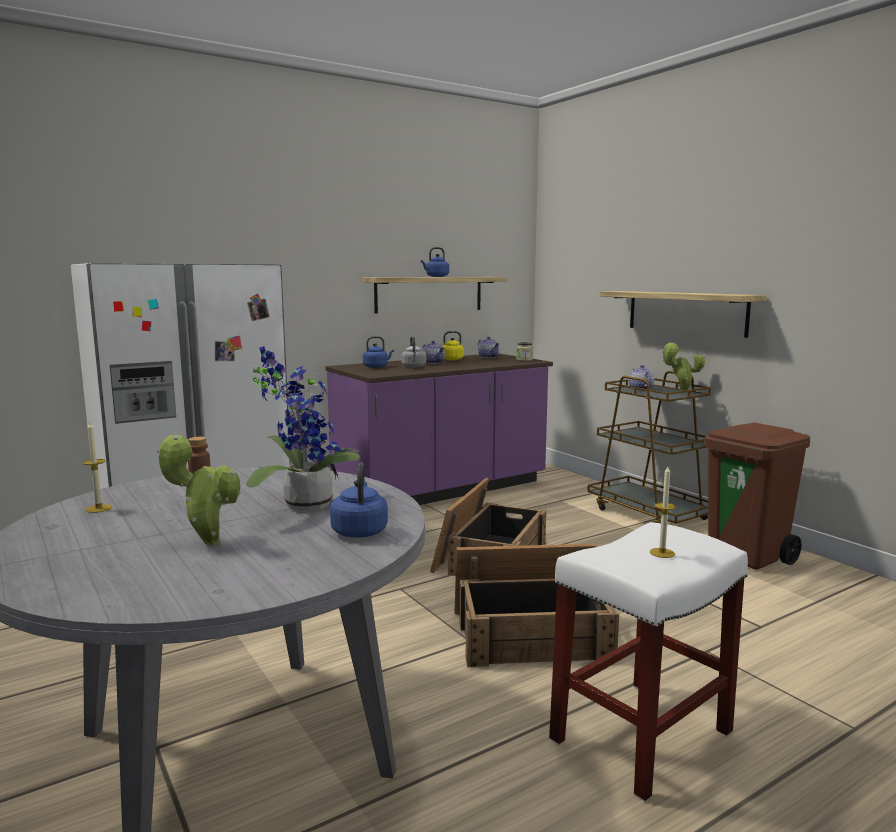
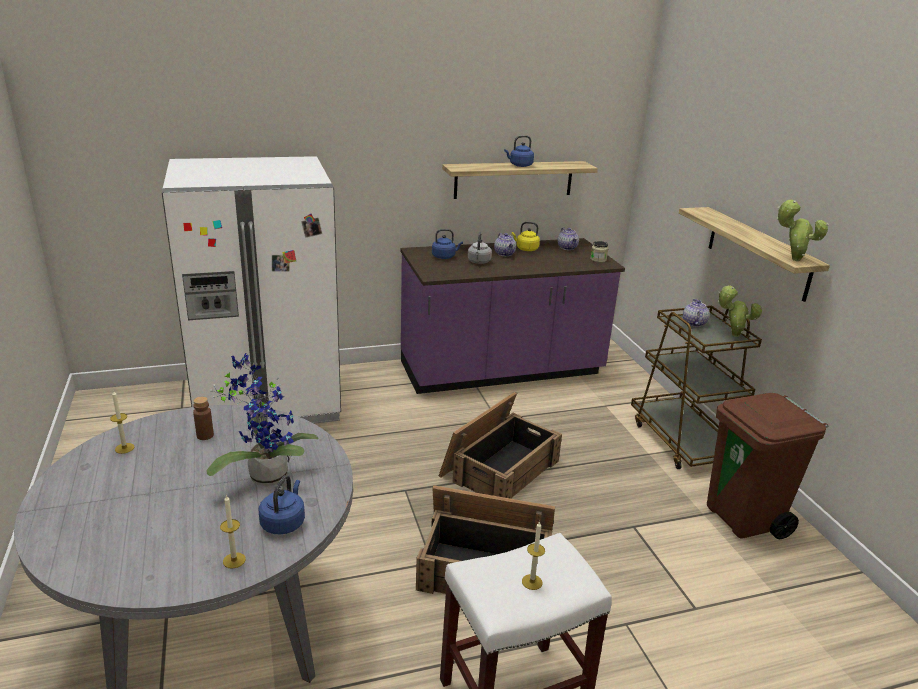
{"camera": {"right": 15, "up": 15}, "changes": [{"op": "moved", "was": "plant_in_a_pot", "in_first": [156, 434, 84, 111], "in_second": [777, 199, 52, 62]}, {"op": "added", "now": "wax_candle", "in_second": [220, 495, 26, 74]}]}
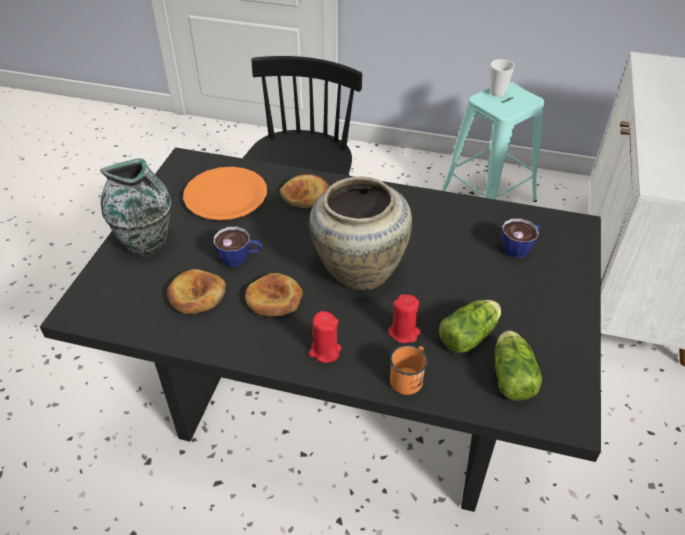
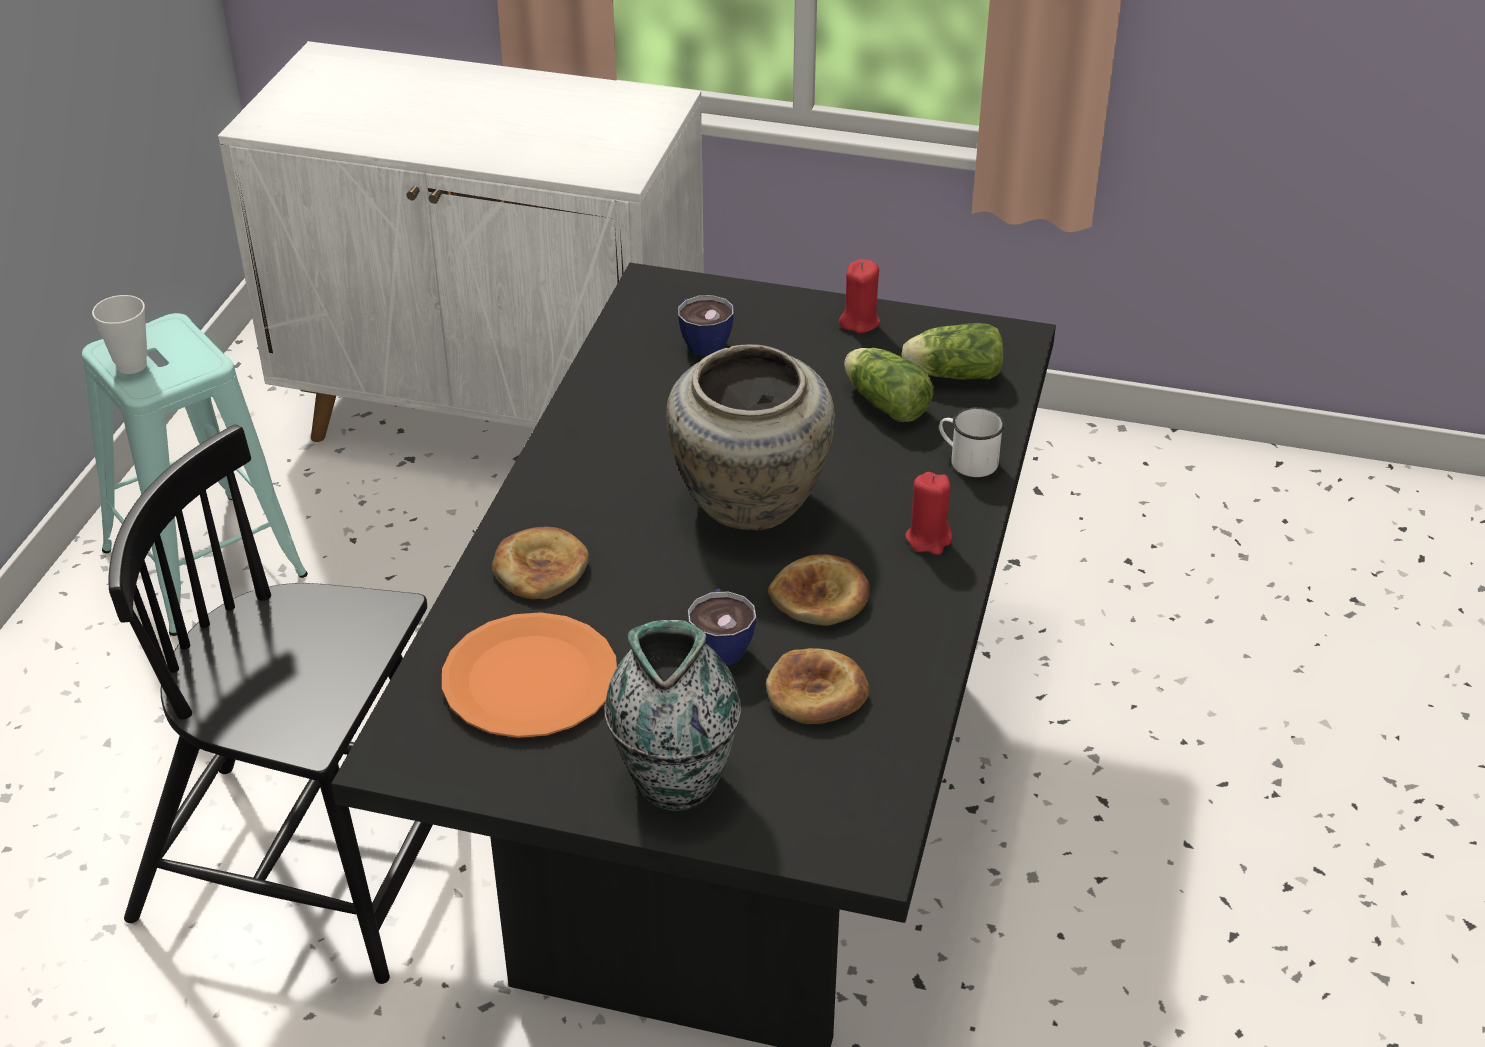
{"camera": {"right": -90, "up": -5}, "changes": [{"op": "moved", "was": "red_wax_candle", "in_first": [388, 294, 33, 49], "in_second": [839, 259, 41, 74]}, {"op": "recoloured", "was": "orange-coloured_tea_mug", "now": "white-coloured_tea_mug", "in_first": [390, 345, 37, 50], "in_second": [939, 407, 66, 70]}]}
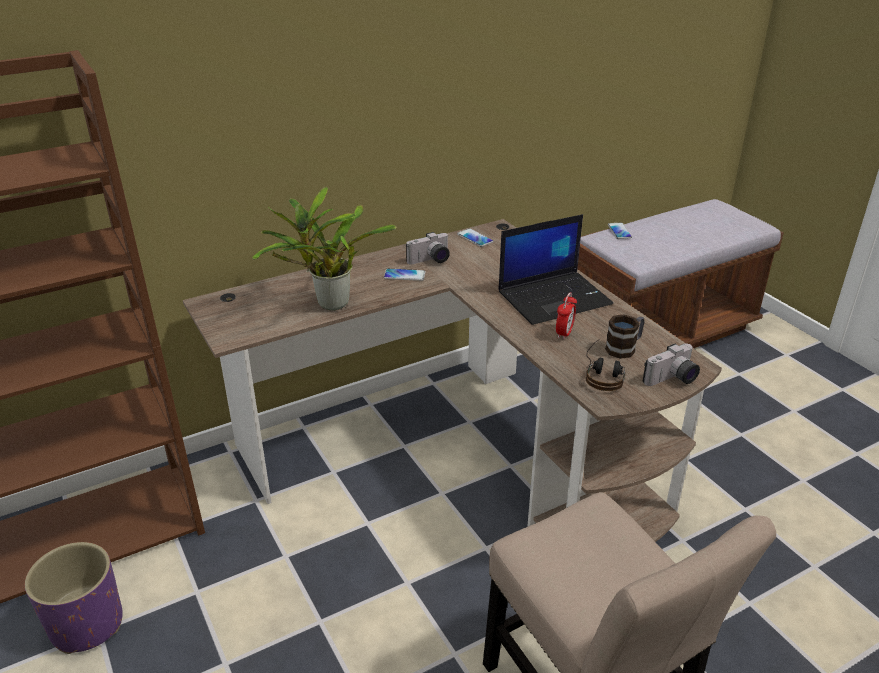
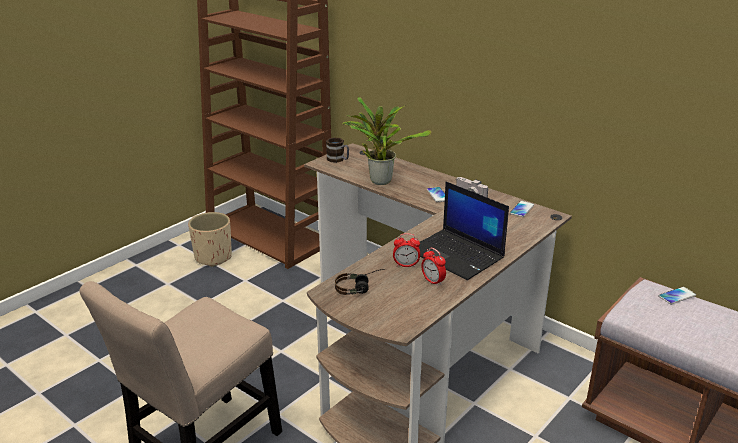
{"camera": {"right": 70, "up": -5}, "changes": [{"op": "moved", "was": "tea_mug", "in_first": [605, 314, 40, 45], "in_second": [326, 138, 23, 25]}, {"op": "removed", "was": "still_camera", "in_first": [643, 344, 57, 42]}, {"op": "recoloured", "was": "purple_flower_pot", "now": "beige-coloured_flower_pot", "in_first": [25, 542, 98, 112], "in_second": [188, 212, 44, 55]}, {"op": "added", "now": "bedside_clock", "in_second": [421, 248, 25, 39]}]}
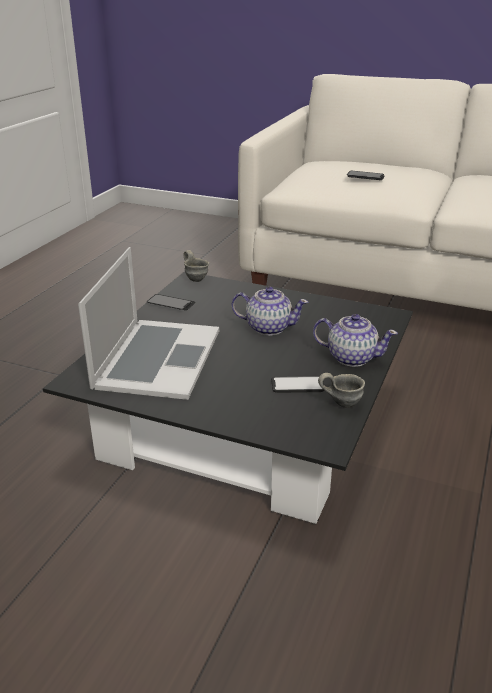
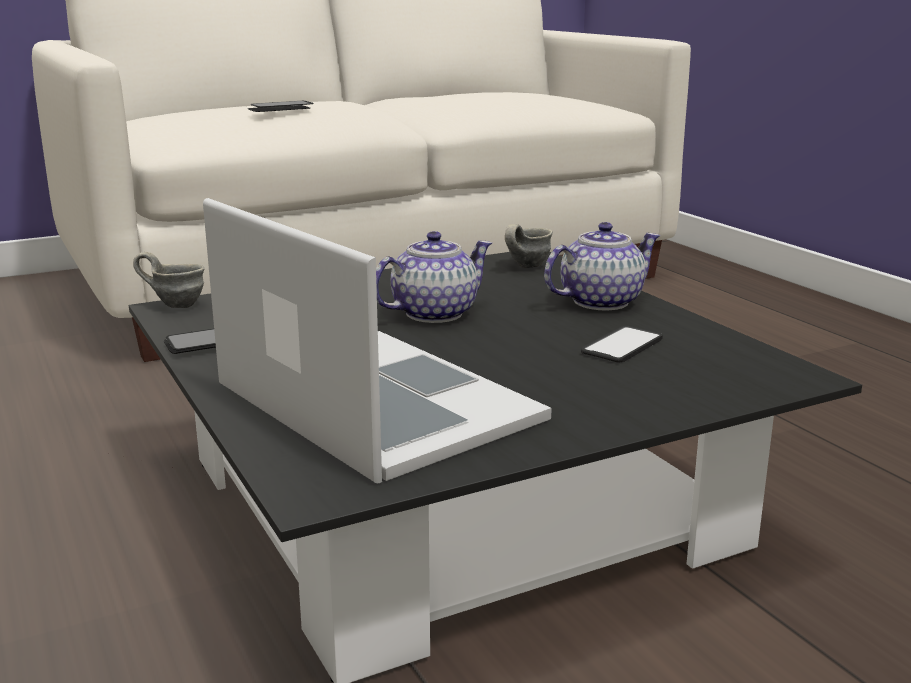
{"camera": {"right": -50, "up": -10}, "changes": [{"op": "moved", "was": "gray_tea_mug", "in_first": [318, 373, 47, 35], "in_second": [505, 224, 48, 44]}]}
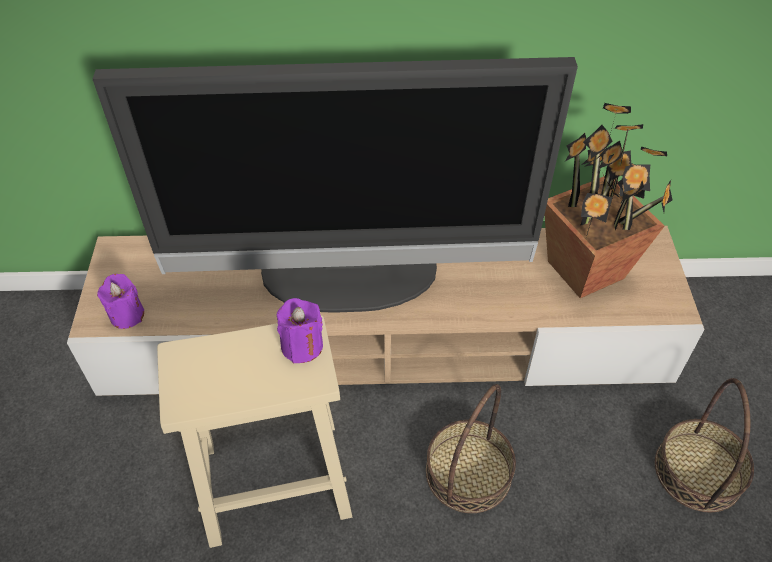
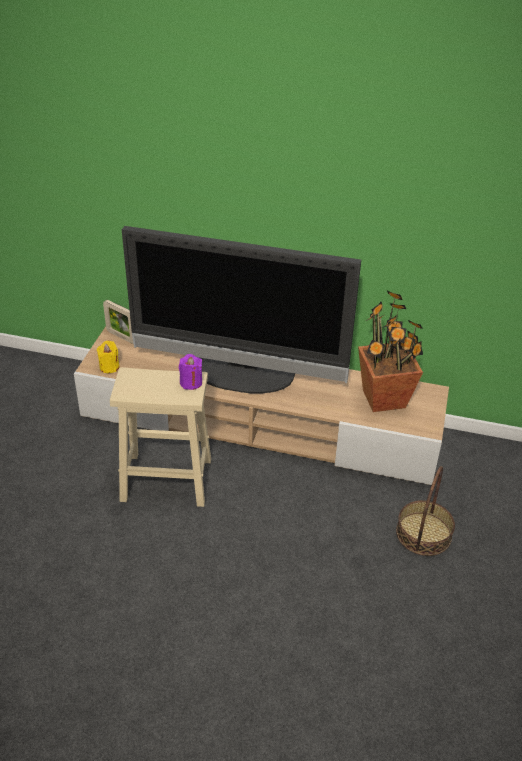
{"camera": {"right": 15, "up": -10}, "changes": [{"op": "recoloured", "was": "purple_wax_candle", "now": "yellowish_wax_candle", "in_first": [97, 274, 47, 55], "in_second": [97, 341, 23, 32]}, {"op": "removed", "was": "basket", "in_first": [426, 384, 90, 129]}, {"op": "added", "now": "standing_frame", "in_second": [103, 300, 30, 44]}]}
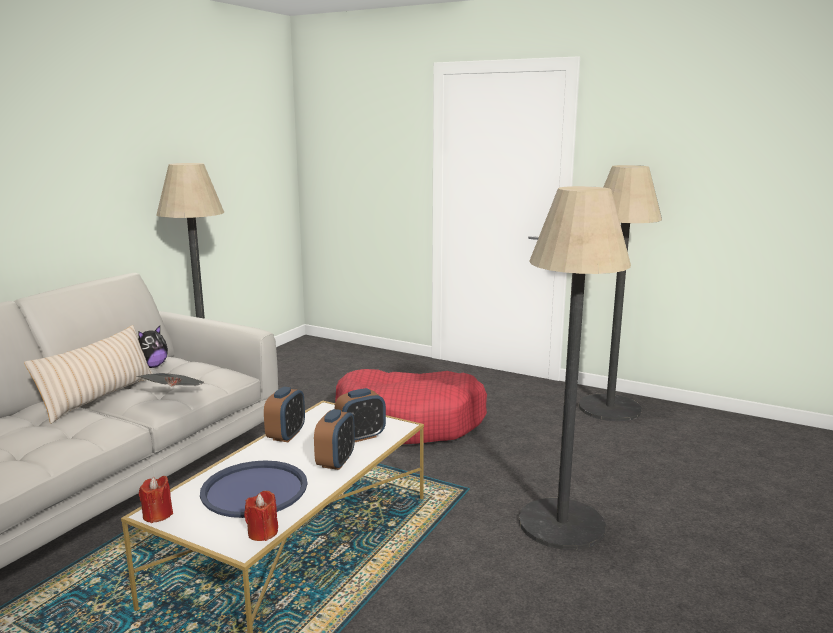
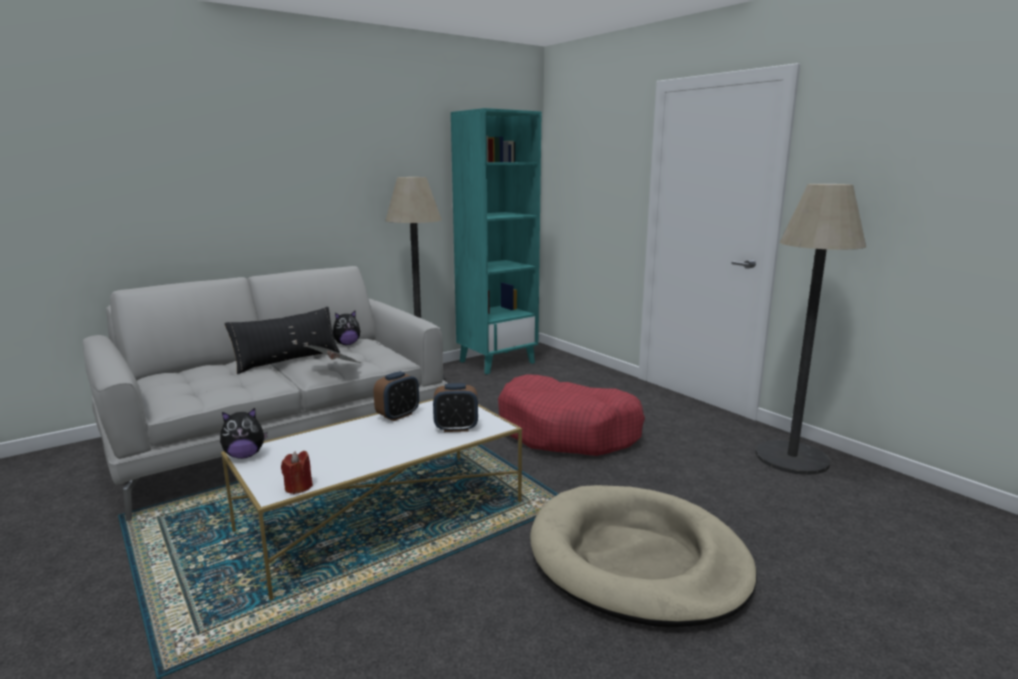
{"camera": {"right": 25, "up": 0}, "changes": [{"op": "replaced", "was": "standard_lamp", "now": "beige-coloured_dog_bed", "in_first": [519, 186, 112, 364], "in_second": [530, 485, 227, 142]}, {"op": "recoloured", "was": "beige-coloured_pillow", "now": "black_pillow", "in_first": [24, 325, 129, 99], "in_second": [225, 307, 115, 67]}, {"op": "removed", "was": "bedside_clock", "in_first": [314, 409, 41, 61]}, {"op": "removed", "was": "bluish_tray", "in_first": [200, 461, 108, 57]}, {"op": "replaced", "was": "red_wax_candle", "now": "soft_toy", "in_first": [139, 476, 34, 47], "in_second": [220, 408, 48, 51]}, {"op": "added", "now": "blue-green_bookshelf", "in_second": [451, 108, 91, 266]}]}
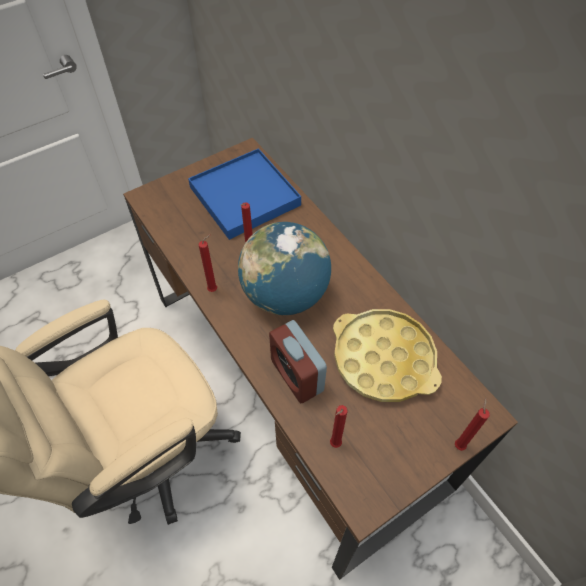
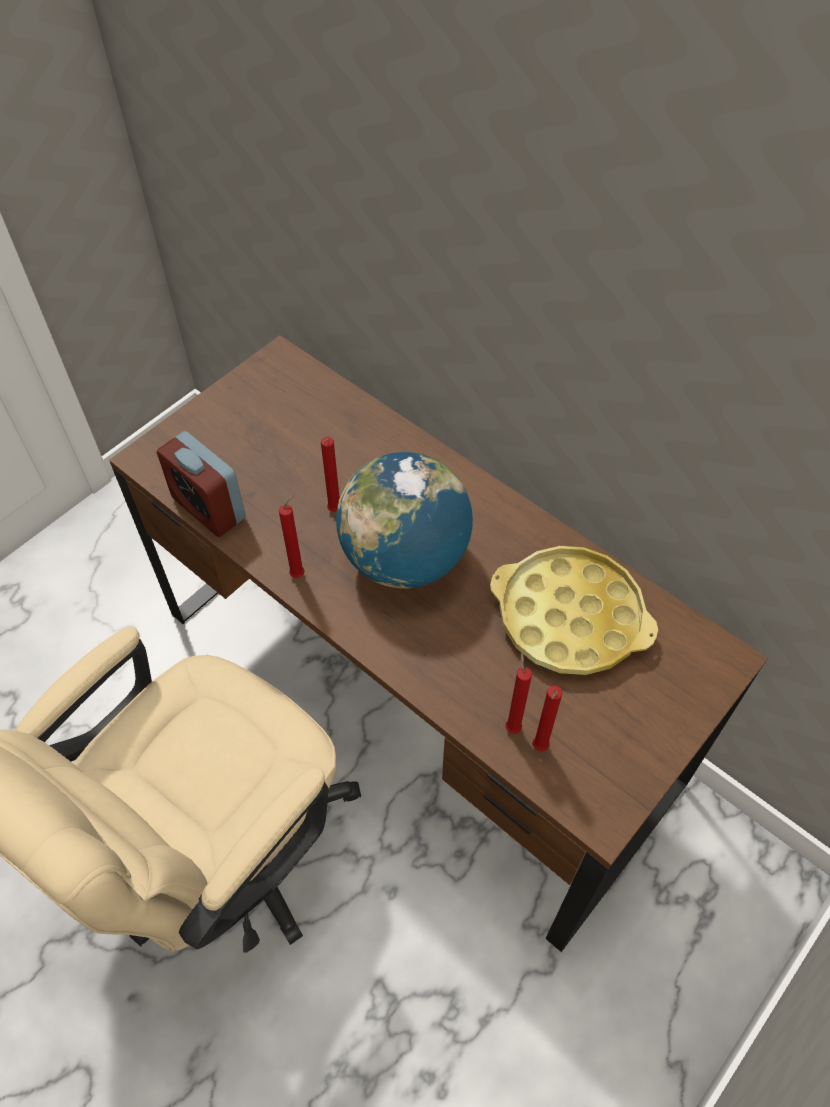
{"camera": {"right": -15, "up": 0}, "changes": [{"op": "removed", "was": "bluish_tray", "in_first": [188, 148, 113, 92]}, {"op": "moved", "was": "bedside_clock", "in_first": [269, 320, 58, 83], "in_second": [157, 431, 89, 106]}, {"op": "moved", "was": "red_wax_candle", "in_first": [455, 398, 35, 53], "in_second": [505, 653, 27, 81]}]}
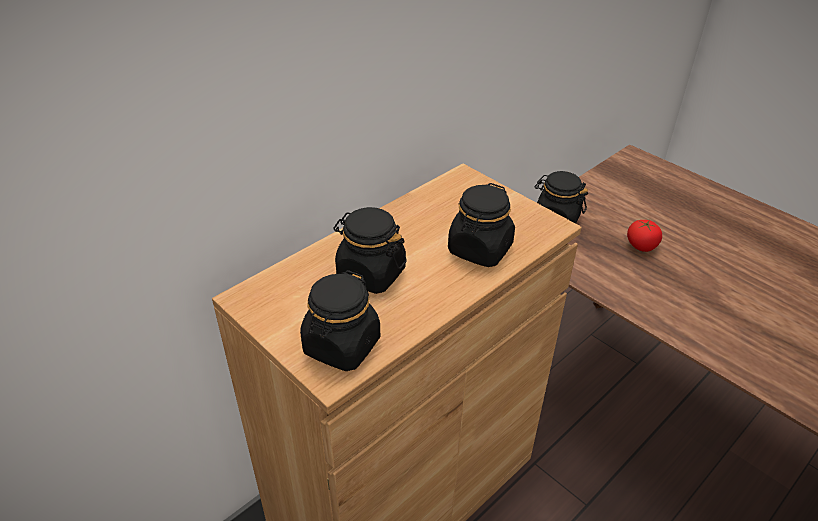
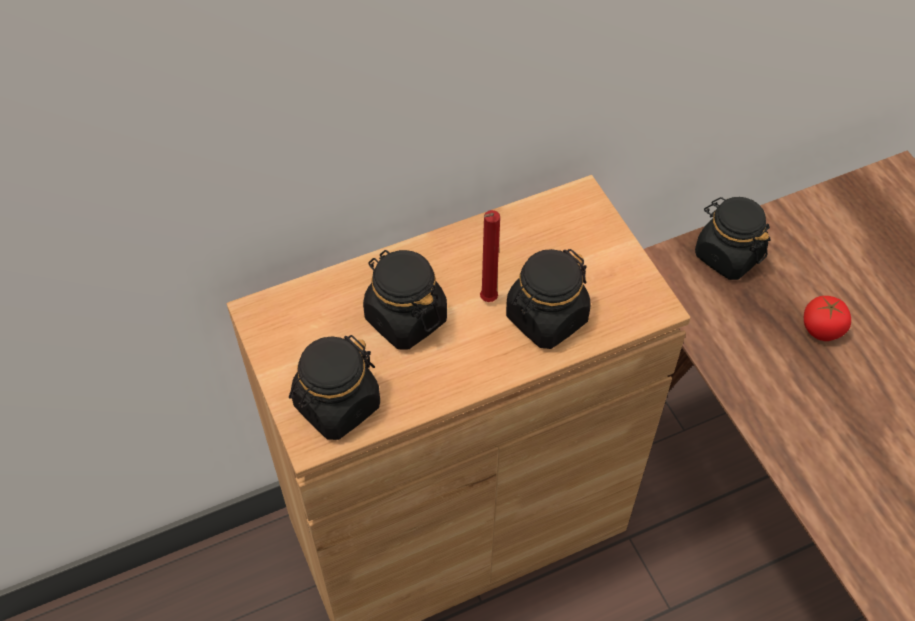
{"camera": {"right": 20, "up": 15}, "changes": [{"op": "added", "now": "red_wax_candle", "in_second": [480, 210, 20, 92]}]}
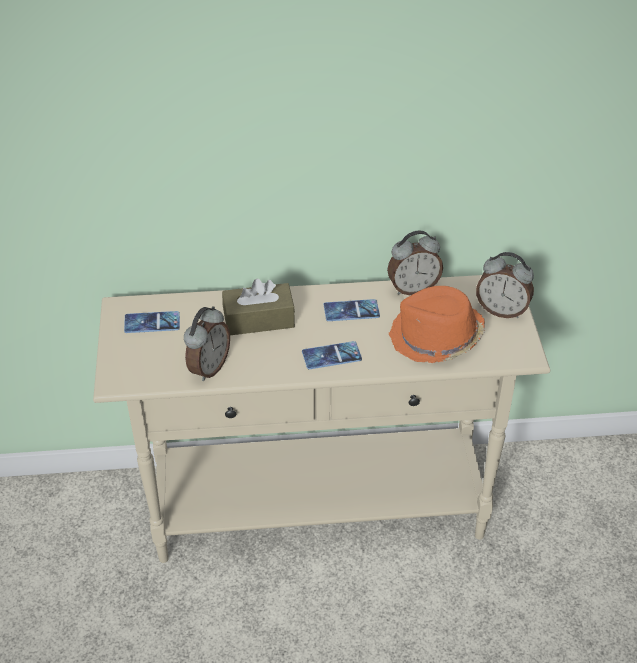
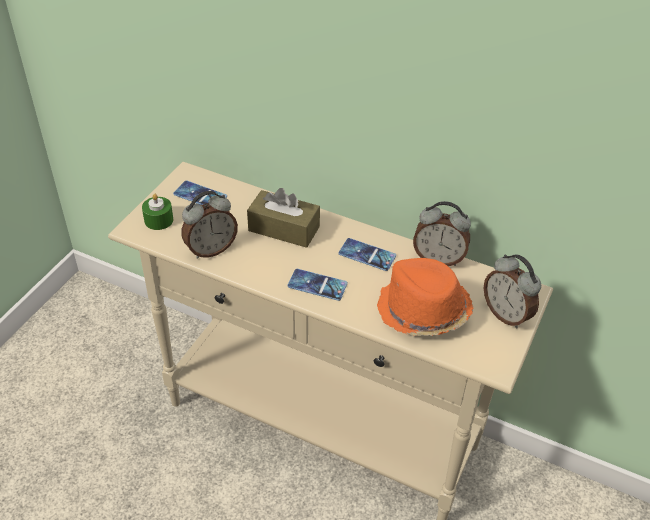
{"camera": {"right": 30, "up": 0}, "changes": [{"op": "added", "now": "greenish_wax_candle", "in_second": [142, 194, 31, 36]}]}
